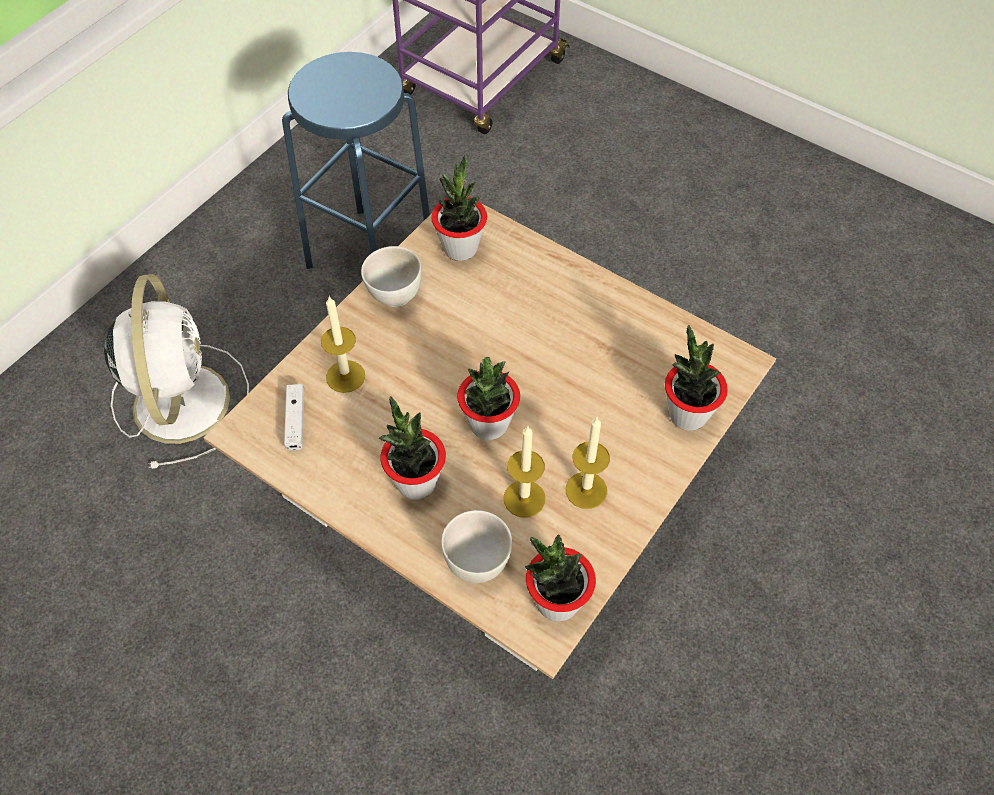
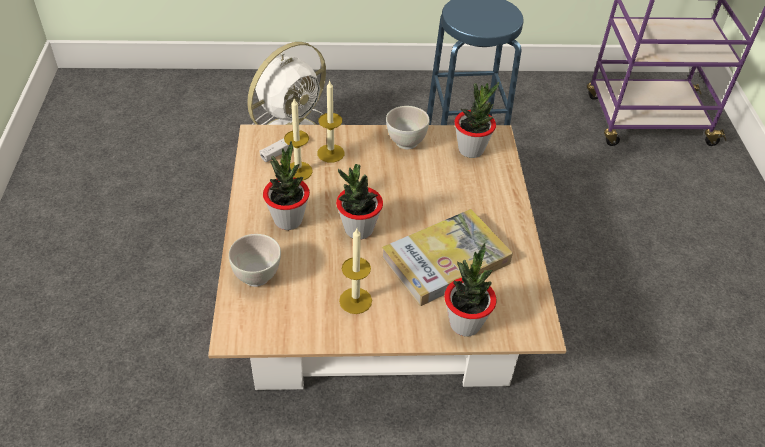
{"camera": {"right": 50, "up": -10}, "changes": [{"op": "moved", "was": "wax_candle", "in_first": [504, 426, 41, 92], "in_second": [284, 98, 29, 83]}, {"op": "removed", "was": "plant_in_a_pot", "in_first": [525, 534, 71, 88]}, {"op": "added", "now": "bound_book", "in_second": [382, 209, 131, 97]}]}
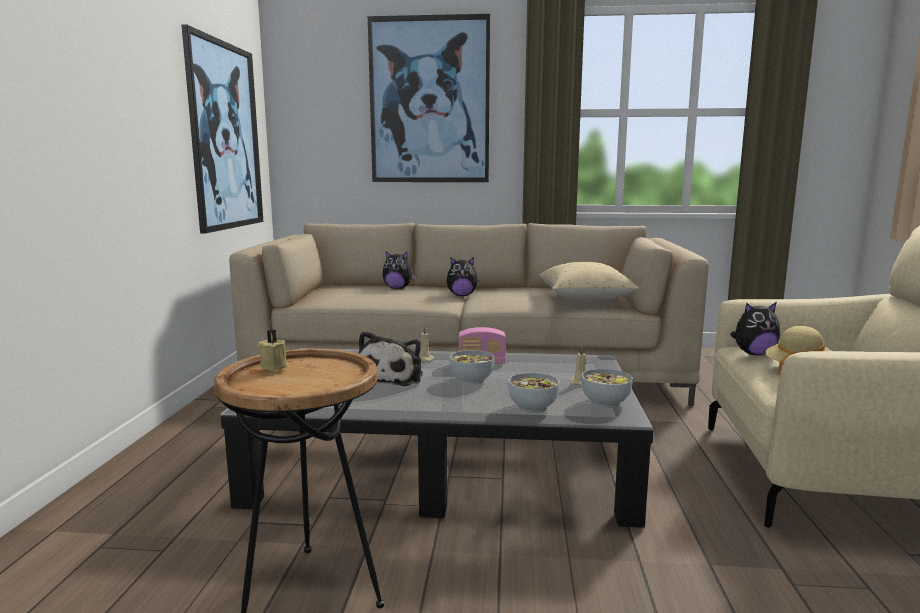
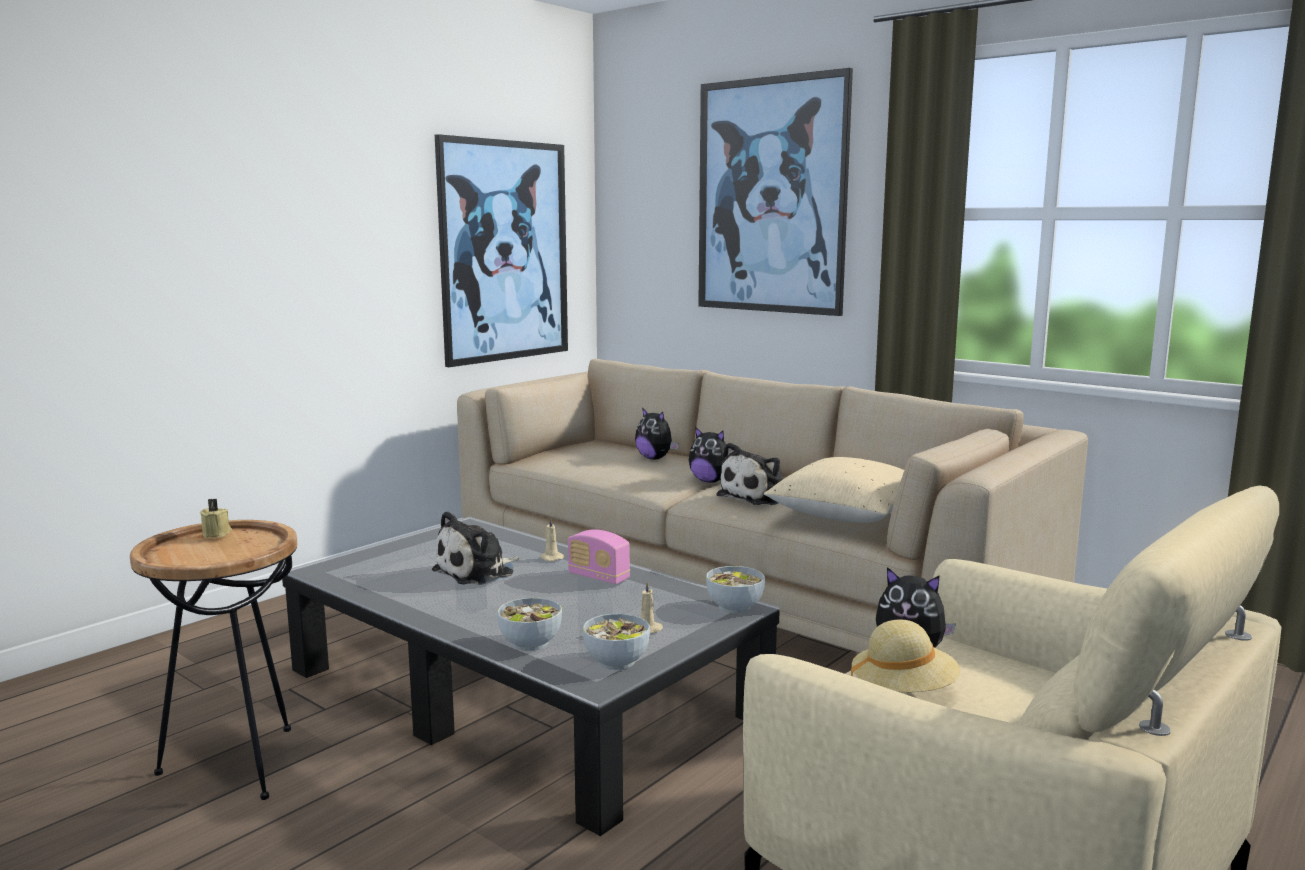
{"camera": {"right": 35, "up": 0}, "changes": [{"op": "moved", "was": "serving_bowl", "in_first": [449, 350, 46, 35], "in_second": [706, 566, 59, 47]}, {"op": "added", "now": "soft_toy", "in_second": [716, 442, 67, 63]}]}
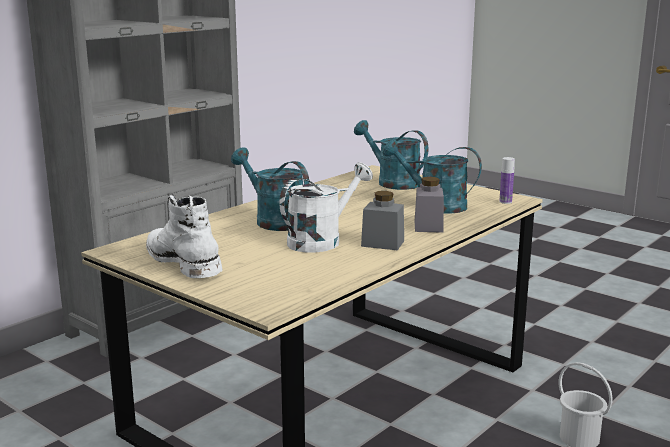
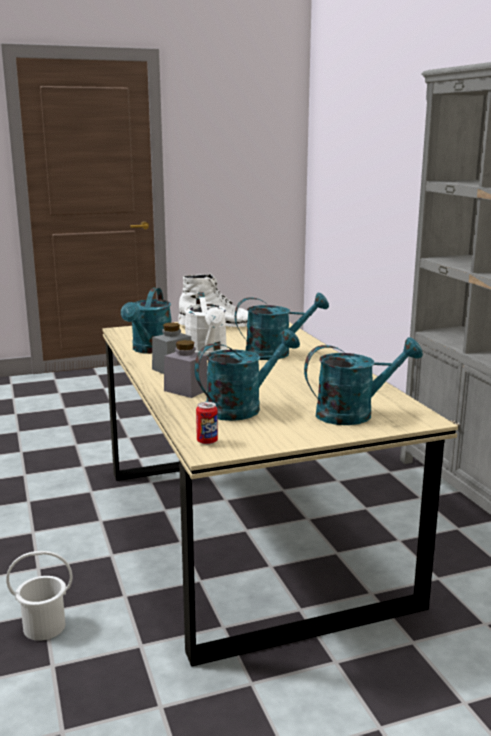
{"camera": {"right": 120, "up": 0}, "changes": [{"op": "replaced", "was": "bottle", "now": "metal_can", "in_first": [499, 157, 16, 47], "in_second": [196, 402, 22, 43]}, {"op": "added", "now": "blue-green_sprinkling_can", "in_second": [121, 288, 50, 66]}]}
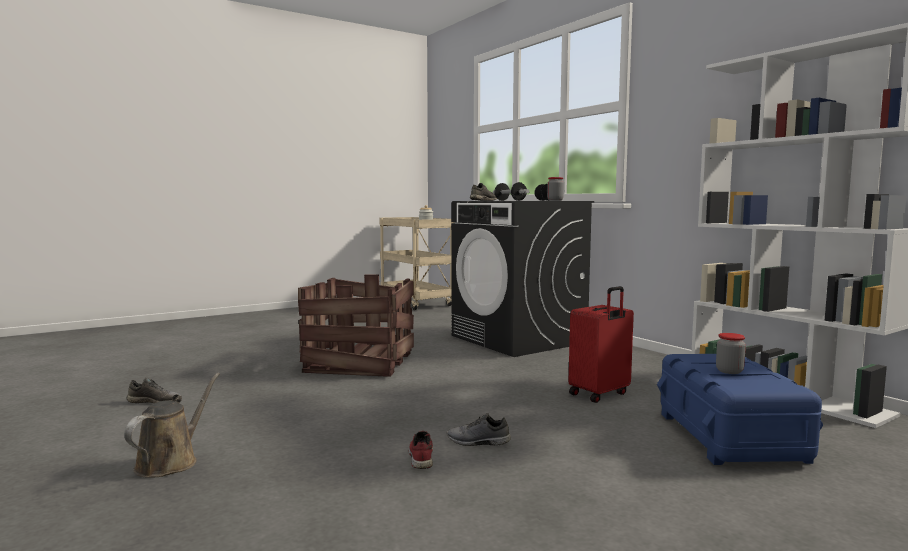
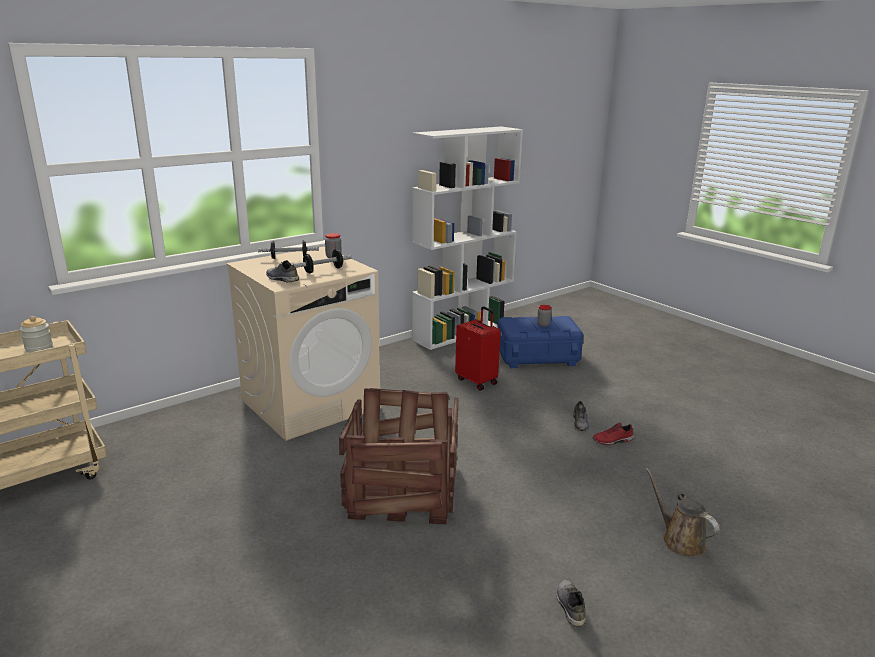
{"camera": {"right": -95, "up": 15}, "changes": [{"op": "recoloured", "was": "black_laundry_appliance", "now": "beige-coloured_laundry_appliance", "in_first": [451, 201, 143, 156], "in_second": [226, 247, 155, 194]}, {"op": "turned", "was": "brownish_sprinkling_can", "in_first": [124, 373, 96, 105], "in_second": [645, 468, 75, 89], "clockwise": 45}]}
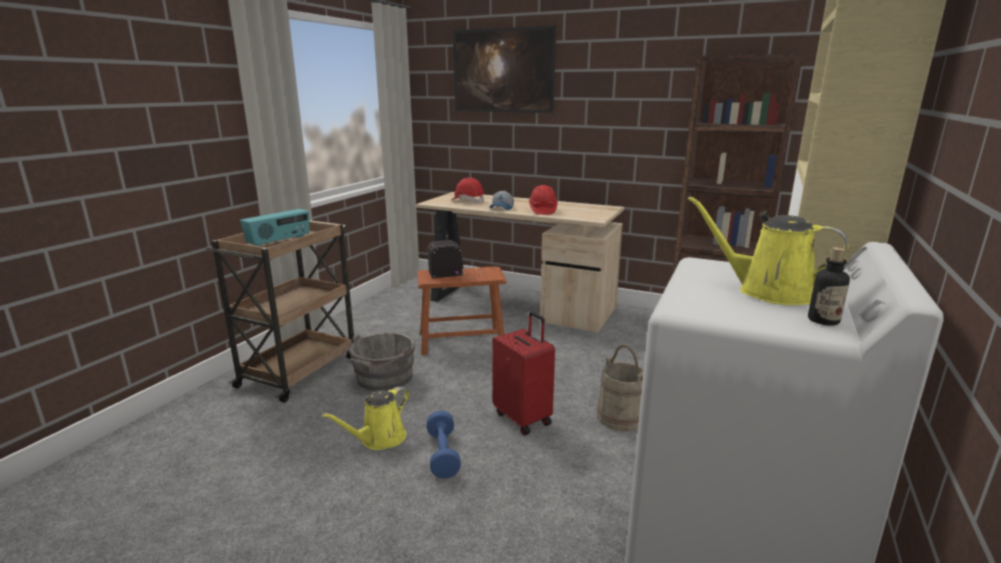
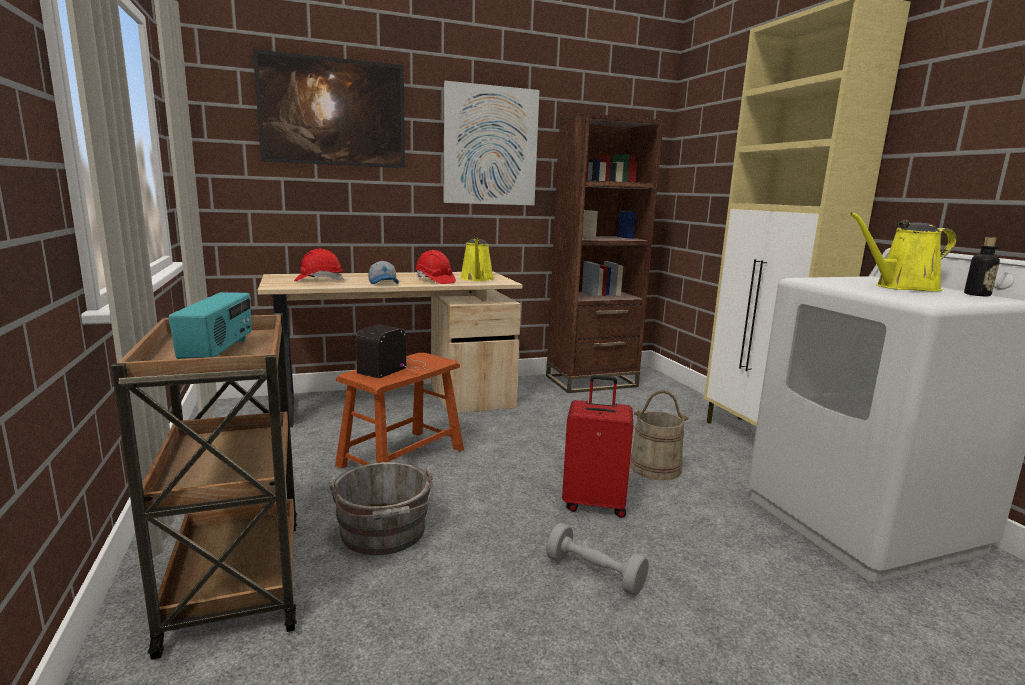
{"camera": {"right": -45, "up": -5}, "changes": [{"op": "moved", "was": "yellowish_sprinkling_can", "in_first": [321, 387, 89, 63], "in_second": [460, 237, 34, 44]}, {"op": "recoloured", "was": "bluish_hand_weight", "now": "gray_hand_weight", "in_first": [426, 411, 35, 67], "in_second": [546, 523, 103, 73]}, {"op": "added", "now": "picture", "in_second": [444, 81, 96, 124]}]}
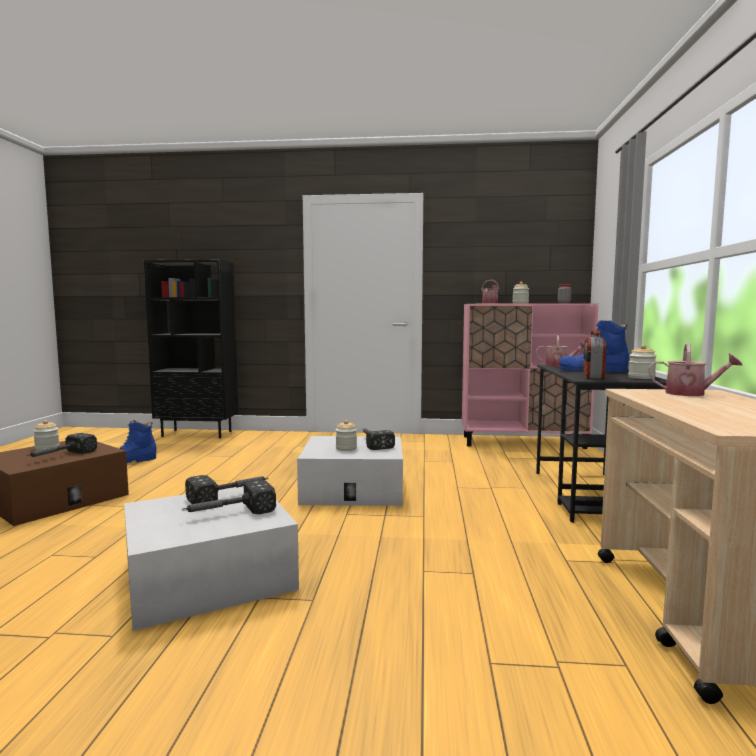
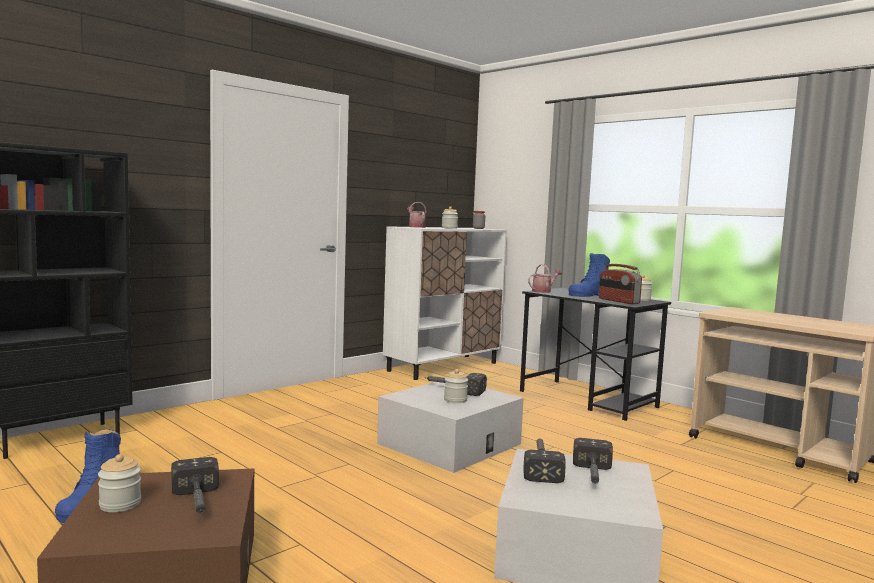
{"camera": {"right": -50, "up": 0}, "changes": [{"op": "recoloured", "was": "pinkish_cabinet", "now": "white-coloured_cabinet", "in_first": [462, 303, 137, 146], "in_second": [383, 226, 124, 154]}, {"op": "removed", "was": "sprinkling_can", "in_first": [648, 343, 95, 53]}]}
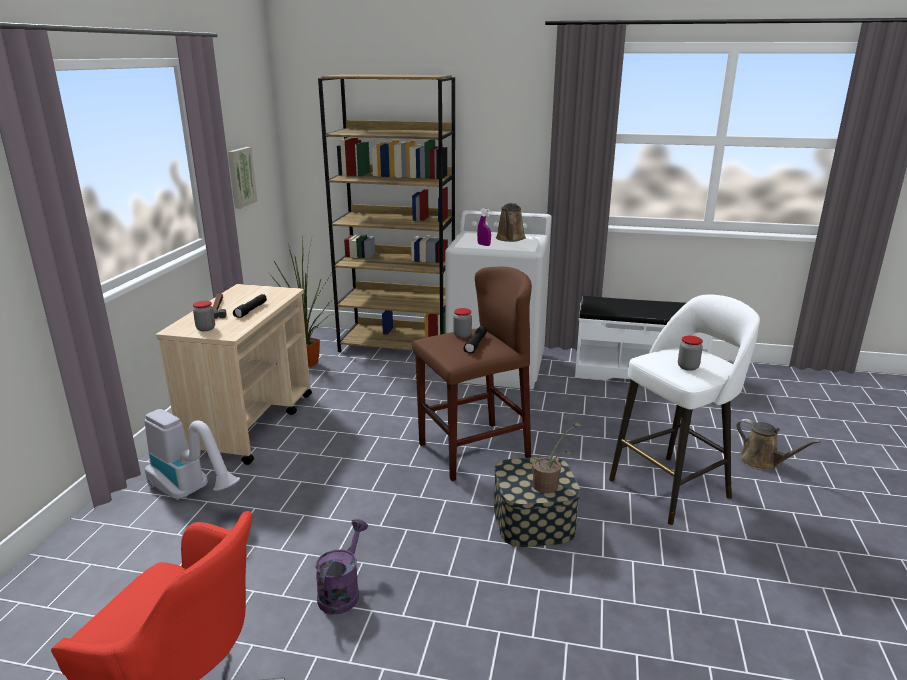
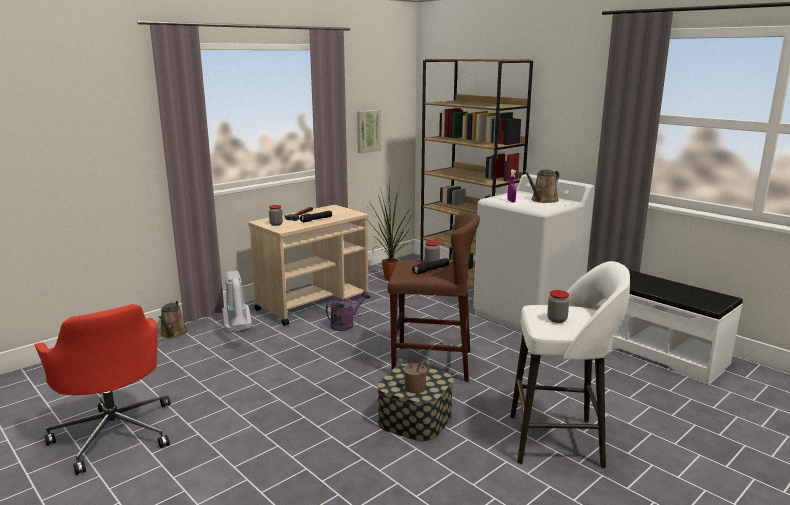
{"camera": {"right": 35, "up": -5}, "changes": [{"op": "moved", "was": "brownish_sprinkling_can", "in_first": [736, 419, 84, 51], "in_second": [158, 301, 30, 37]}, {"op": "moved", "was": "purple_sprinkling_can", "in_first": [315, 519, 53, 96], "in_second": [326, 291, 44, 40]}]}
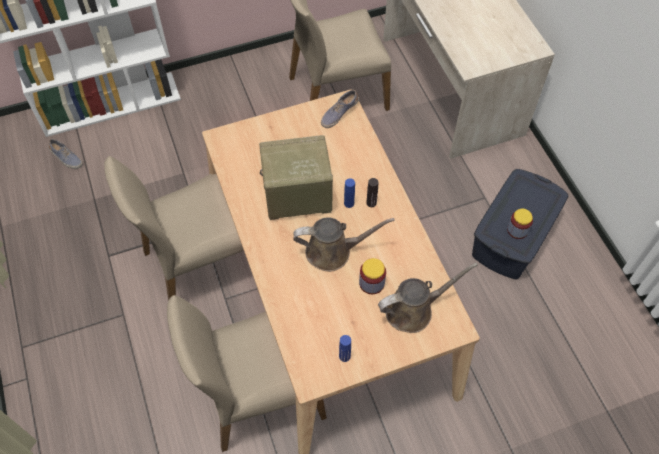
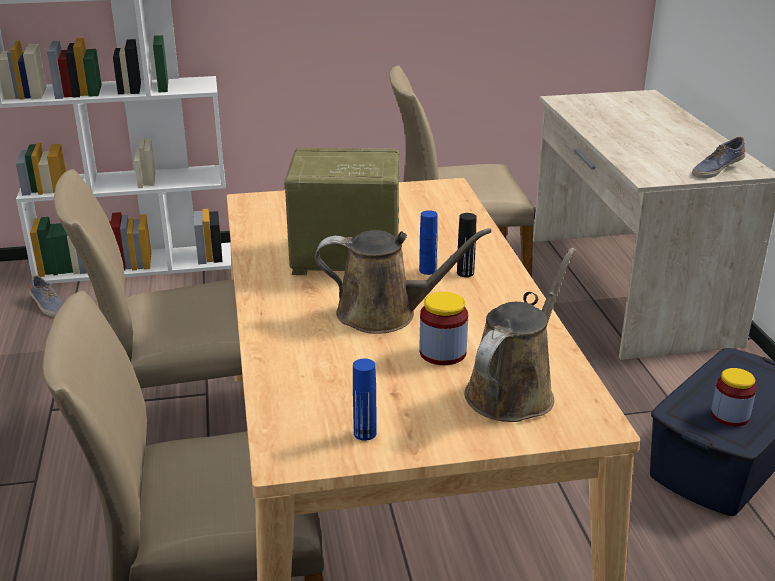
{"camera": {"right": 10, "up": -30}, "changes": [{"op": "moved", "was": "item_of_footwear", "in_first": [321, 90, 38, 38], "in_second": [692, 137, 53, 42]}, {"op": "turned", "was": "brownish_sprinkling_can", "in_first": [378, 262, 100, 71], "in_second": [464, 248, 111, 174], "clockwise": -45}]}
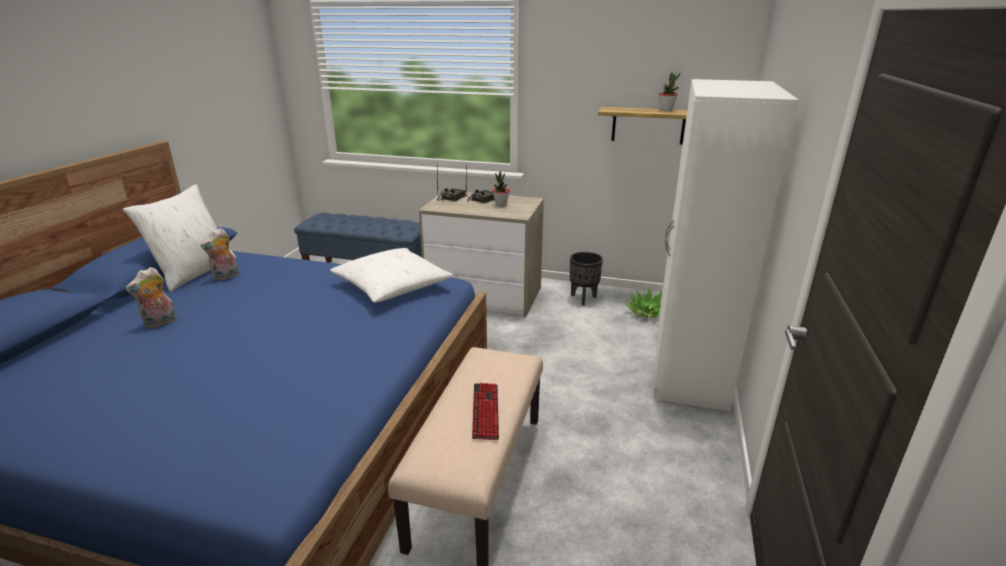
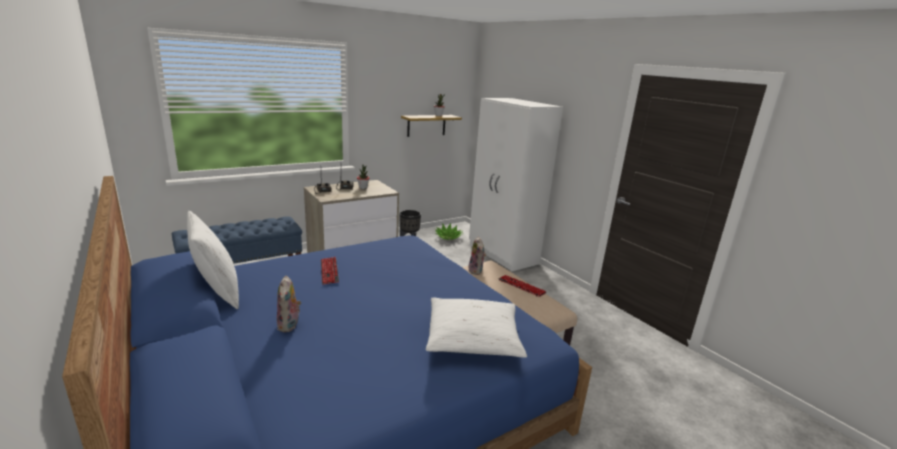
{"camera": {"right": -50, "up": -5}, "changes": [{"op": "moved", "was": "soft_toy", "in_first": [201, 228, 38, 53], "in_second": [469, 236, 17, 39]}, {"op": "moved", "was": "white-coloured_pillow", "in_first": [330, 248, 123, 54], "in_second": [426, 297, 101, 61]}, {"op": "added", "now": "keyboard", "in_second": [321, 257, 18, 28]}]}
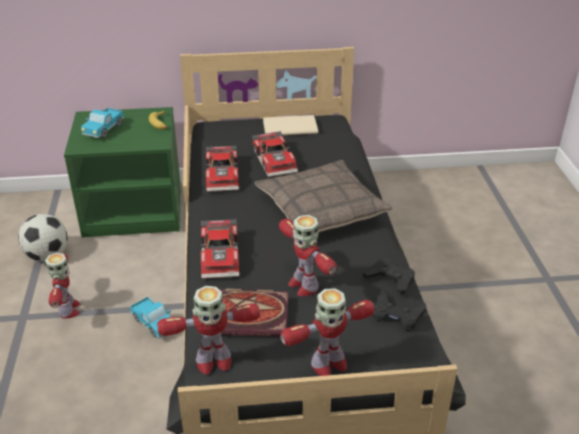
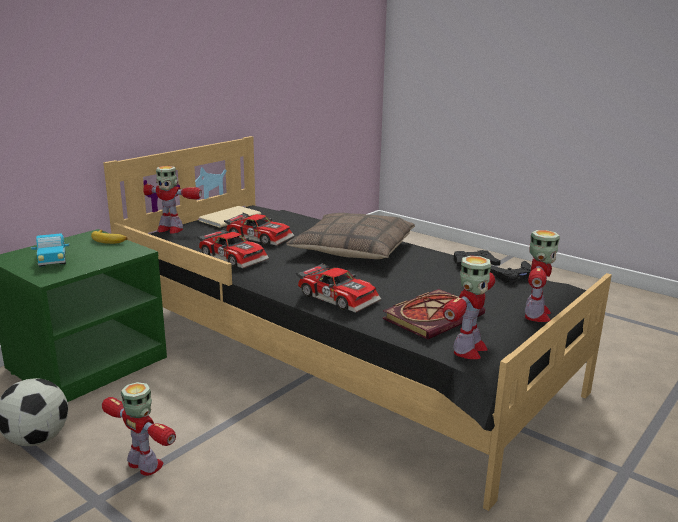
{"camera": {"right": -45, "up": -15}, "changes": [{"op": "moved", "was": "toy_robot", "in_first": [279, 215, 58, 81], "in_second": [143, 166, 59, 68]}, {"op": "removed", "was": "model_truck", "in_first": [130, 297, 41, 42]}]}
